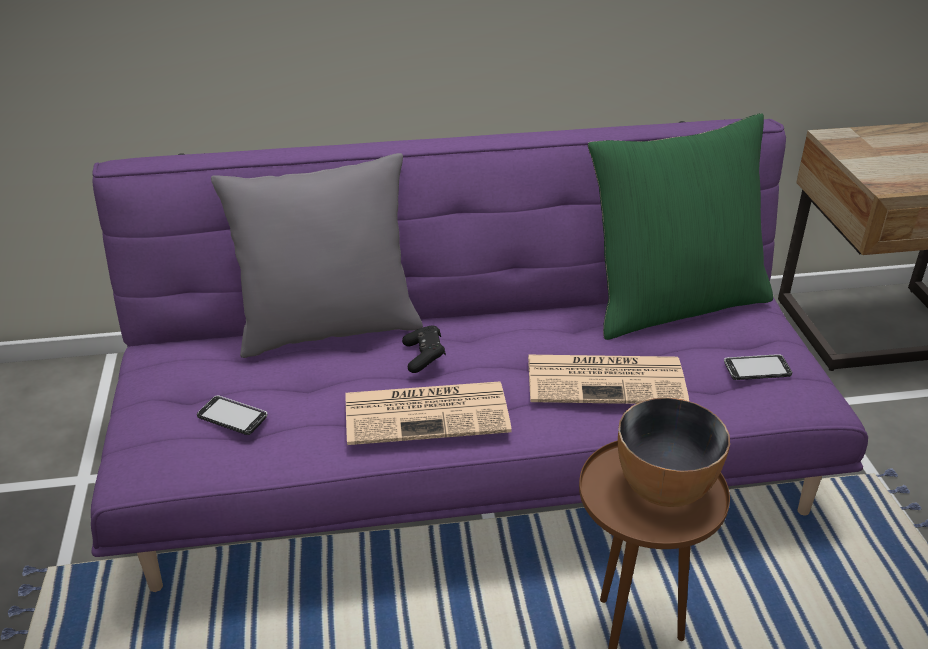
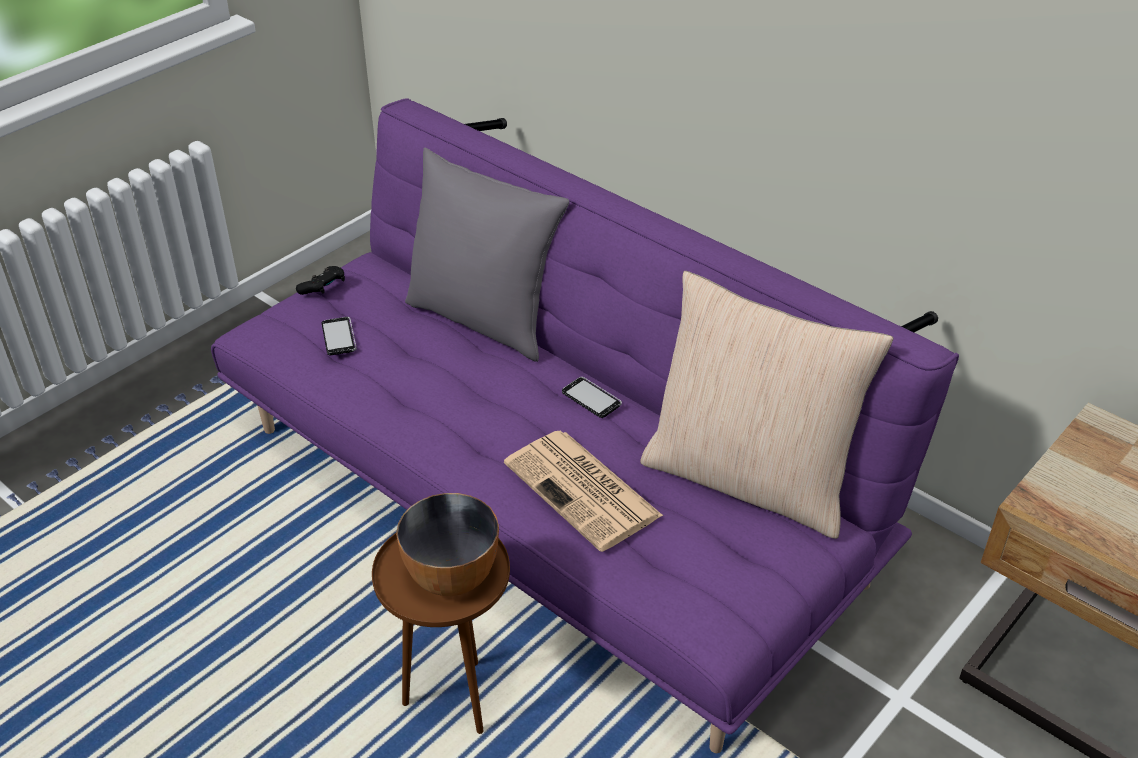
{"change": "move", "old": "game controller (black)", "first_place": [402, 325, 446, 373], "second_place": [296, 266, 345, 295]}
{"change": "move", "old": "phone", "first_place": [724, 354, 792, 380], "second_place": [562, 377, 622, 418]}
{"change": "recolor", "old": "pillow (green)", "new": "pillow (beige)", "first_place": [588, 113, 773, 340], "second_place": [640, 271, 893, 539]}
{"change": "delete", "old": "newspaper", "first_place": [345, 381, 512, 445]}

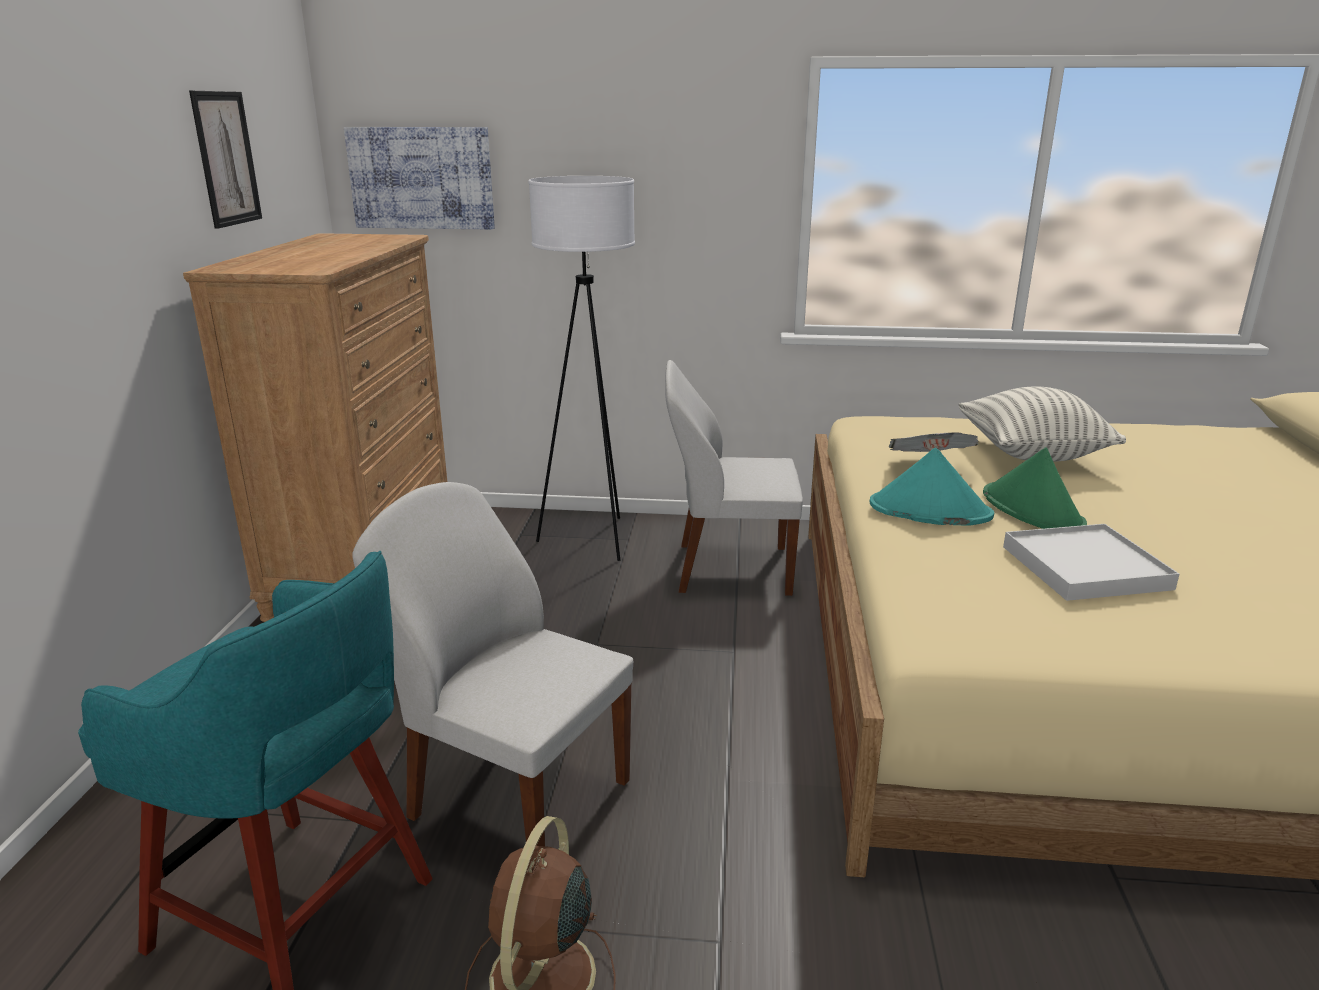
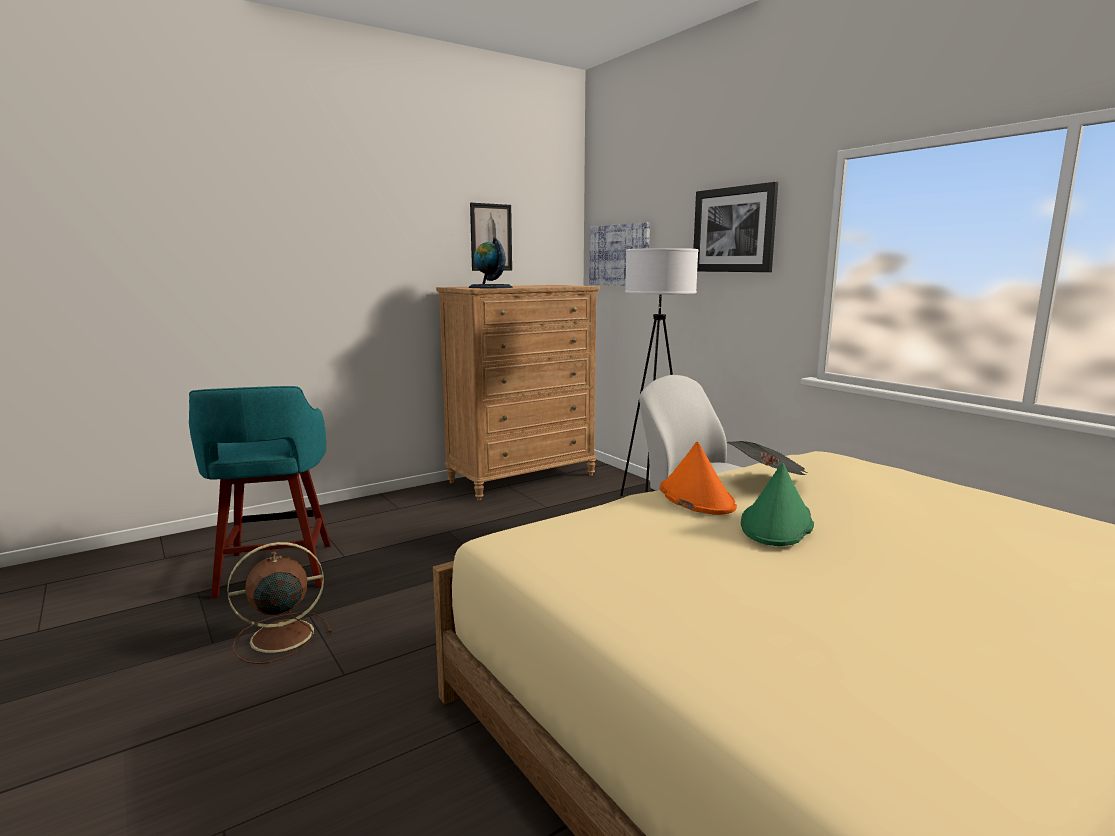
{"change": "insert", "new": "globe", "second_place": [469, 237, 512, 288]}
{"change": "recolor", "old": "hat (turquoise)", "new": "hat (orange)", "first_place": [870, 448, 994, 525], "second_place": [659, 442, 737, 515]}
{"change": "insert", "new": "picture", "second_place": [693, 182, 778, 272]}
{"change": "delete", "old": "chair (white)", "first_place": [352, 482, 633, 846]}
{"change": "delete", "old": "pillow", "first_place": [958, 387, 1126, 462]}
{"change": "delete", "old": "tray (white)", "first_place": [1003, 524, 1179, 601]}

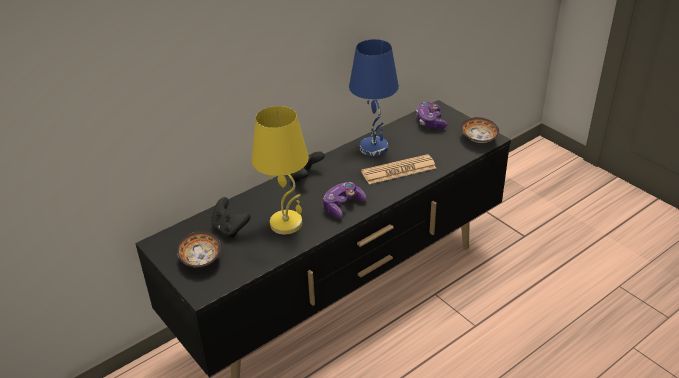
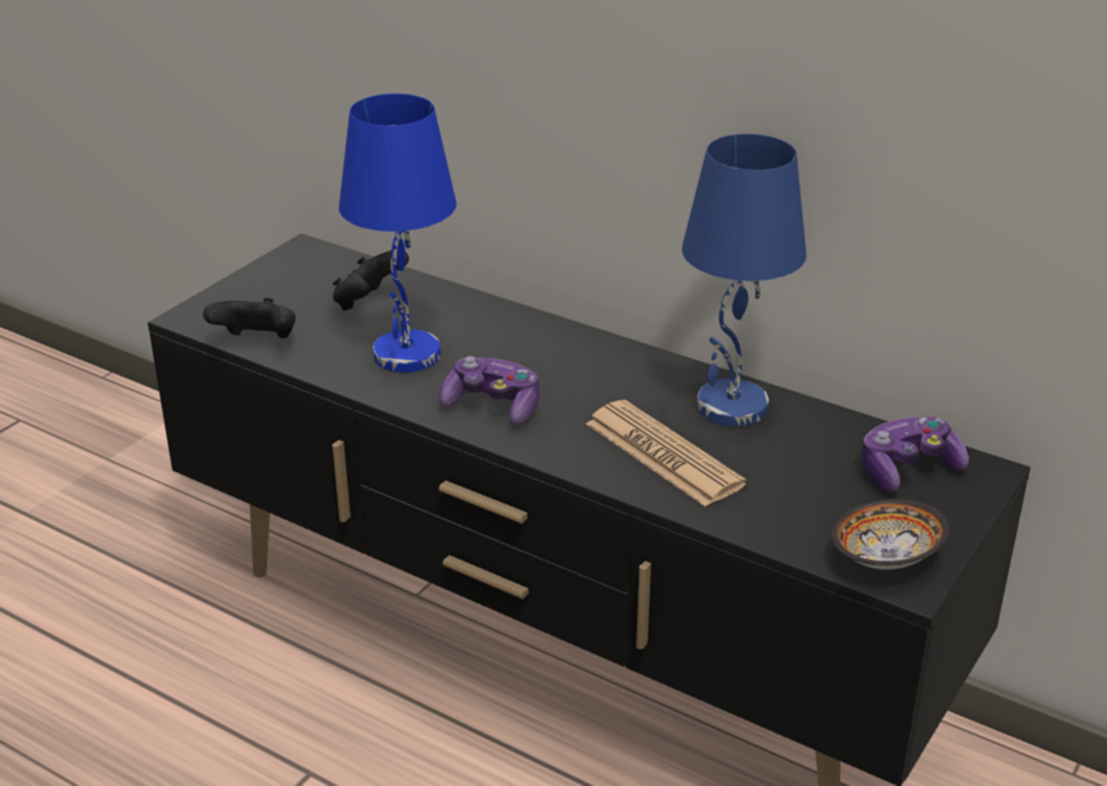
{"change": "move", "old": "game controller (black)", "first_place": [290, 151, 325, 182], "second_place": [203, 298, 296, 338]}
{"change": "recolor", "old": "table lamp (yellow)", "new": "table lamp (blue)", "first_place": [252, 106, 309, 234], "second_place": [339, 94, 457, 373]}
{"change": "delete", "old": "bowl", "first_place": [177, 231, 221, 268]}

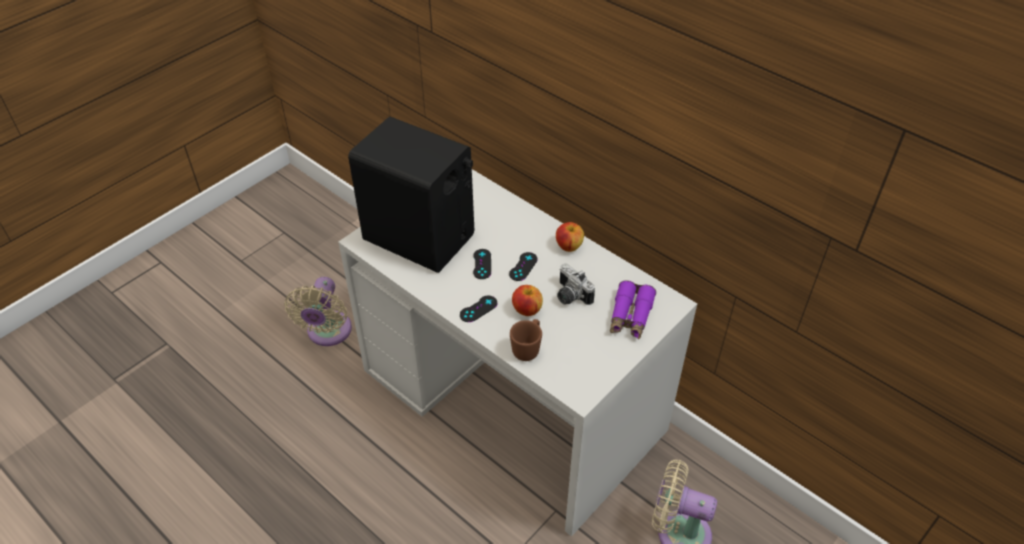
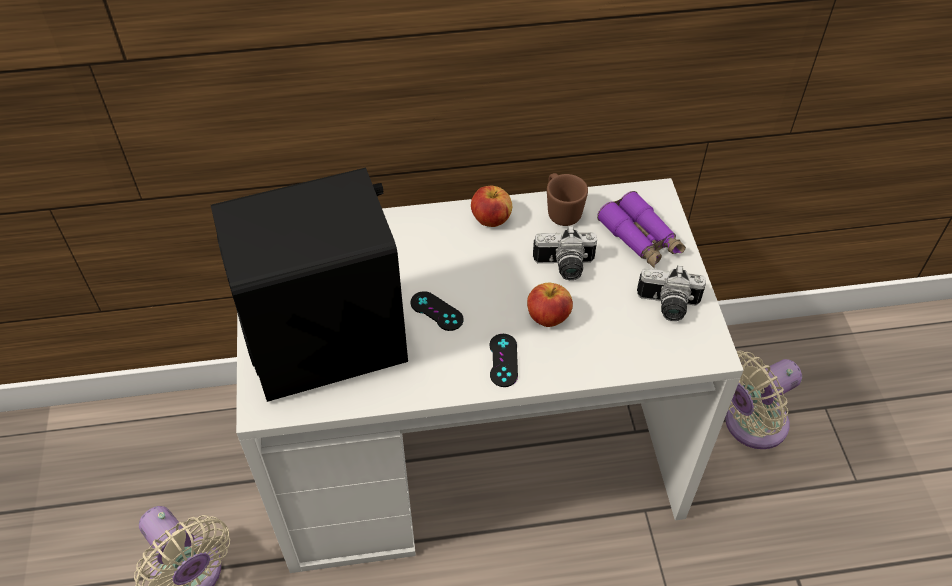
{"change": "move", "old": "mug (brown)", "first_place": [510, 319, 542, 361], "second_place": [547, 173, 588, 226]}
{"change": "insert", "new": "photo camera", "second_place": [637, 265, 706, 321]}
{"change": "delete", "old": "game controller (black)", "first_place": [509, 252, 538, 281]}

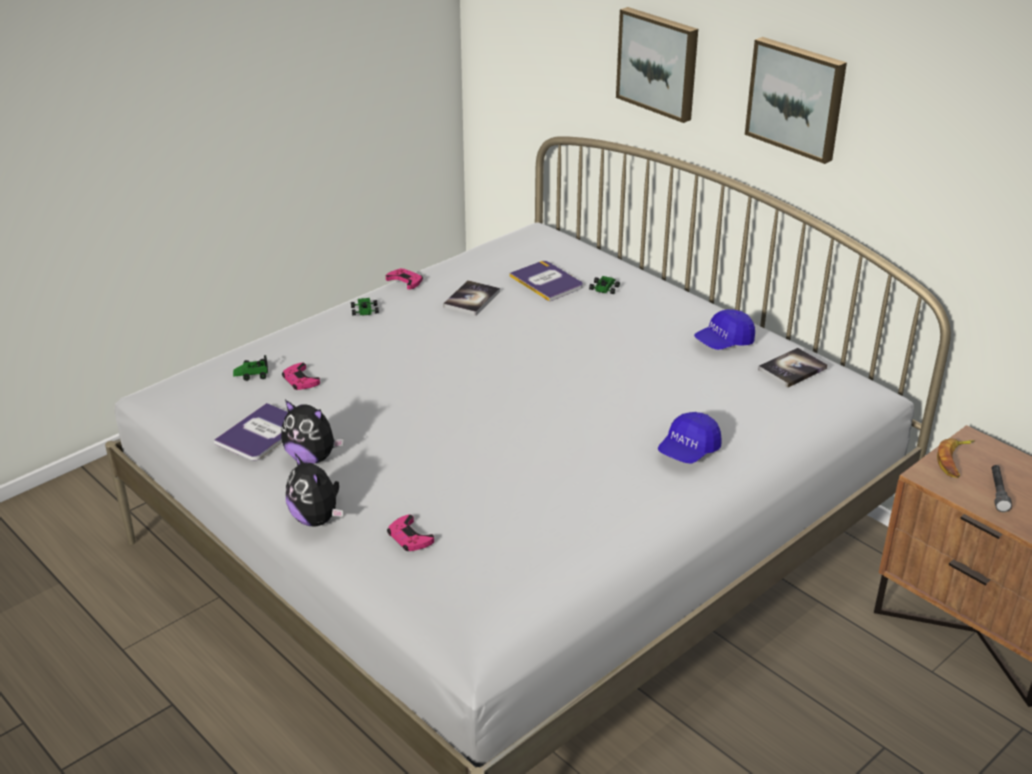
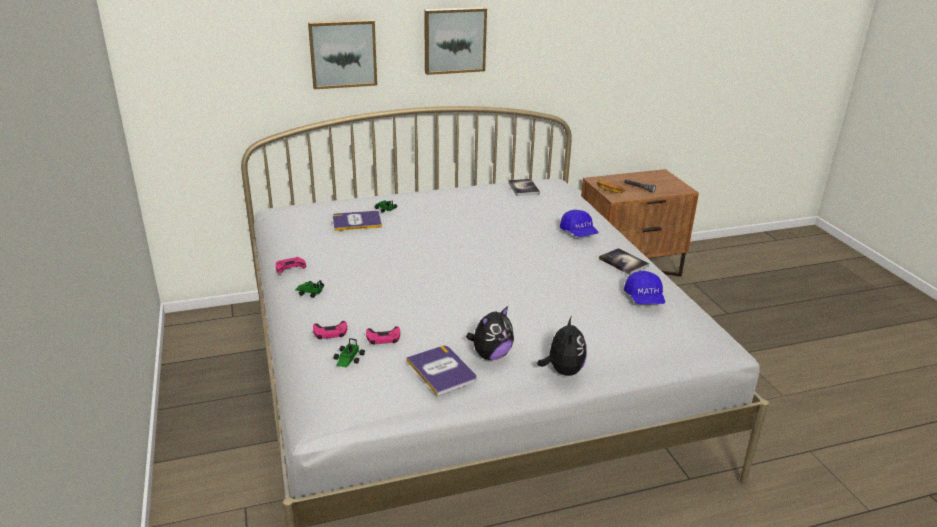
{"change": "move", "old": "game controller (pink)", "first_place": [387, 514, 434, 551], "second_place": [313, 321, 347, 339]}
{"change": "rotate", "old": "plush toy", "first_place": [286, 453, 343, 526], "second_place": [537, 316, 587, 376], "degrees": -75}
{"change": "move", "old": "book", "first_place": [443, 280, 500, 316], "second_place": [599, 248, 649, 275]}
{"change": "move", "old": "cap (blue)", "first_place": [694, 309, 755, 350], "second_place": [624, 271, 665, 304]}

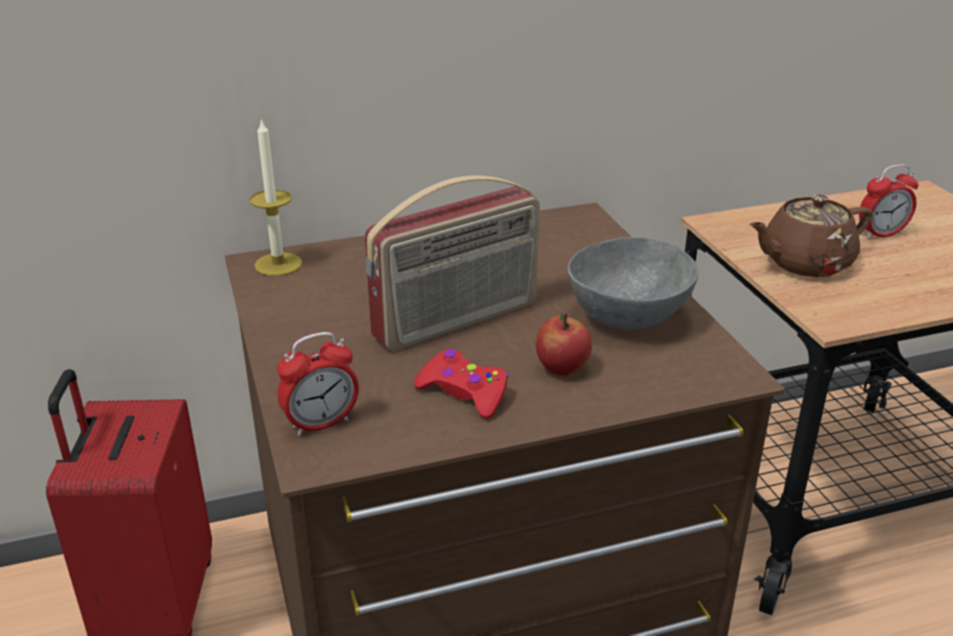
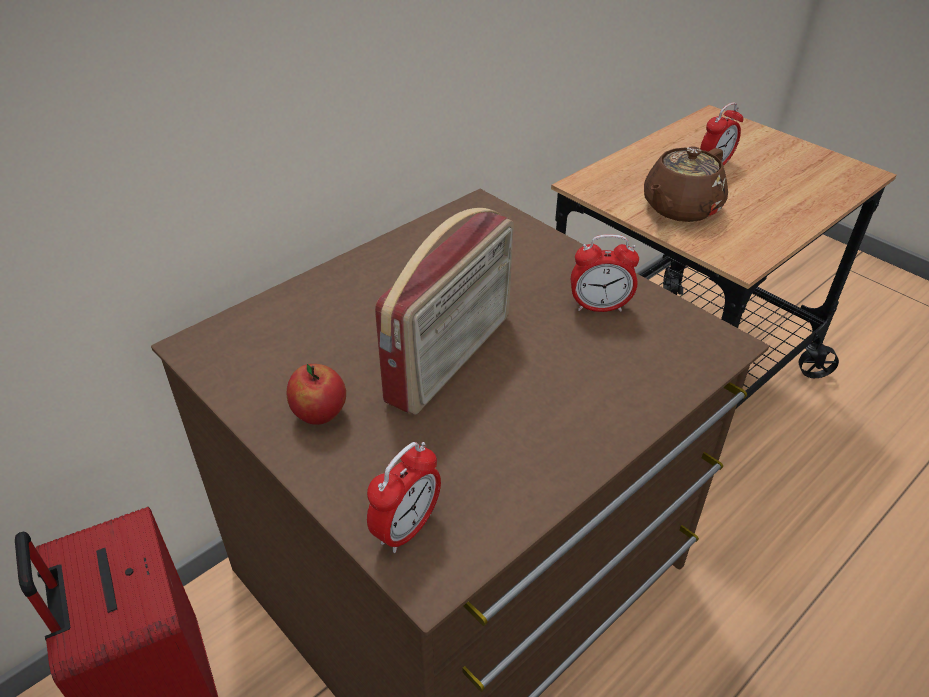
{"change": "move", "old": "apple", "first_place": [536, 313, 592, 376], "second_place": [287, 364, 346, 425]}
{"change": "replace", "old": "bowl (grey)", "new": "alarm clock", "first_place": [567, 237, 698, 330], "second_place": [571, 234, 639, 312]}
{"change": "delete", "old": "candle", "first_place": [249, 118, 302, 276]}
{"change": "delete", "old": "game controller (red)", "first_place": [414, 349, 509, 419]}

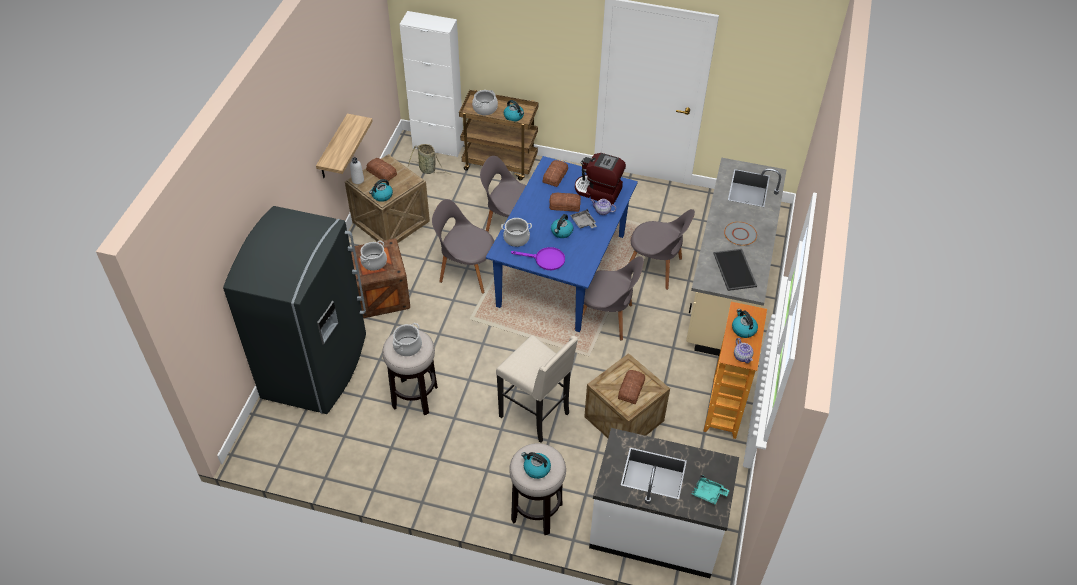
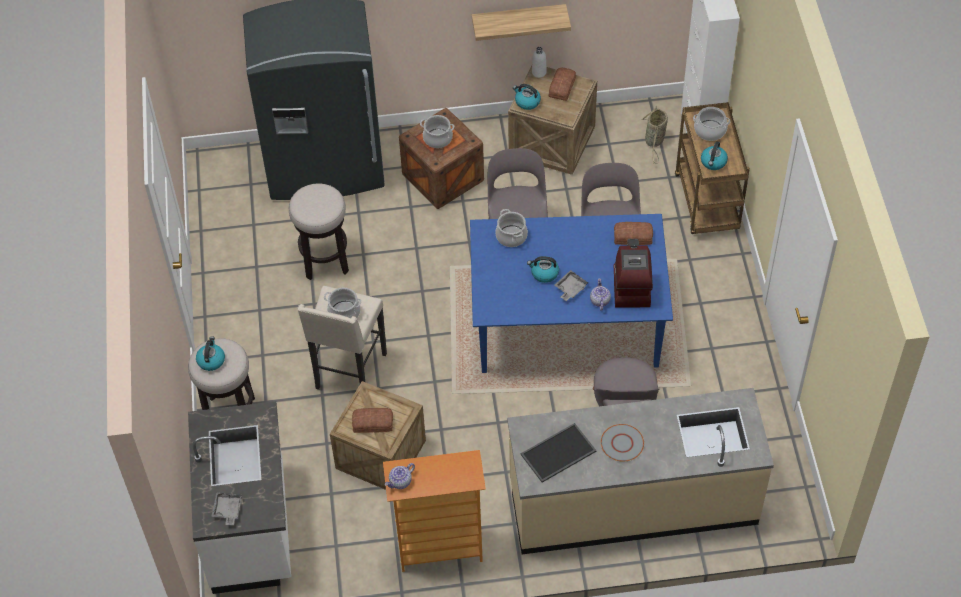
{"change": "recolor", "old": "tray (turquoise)", "new": "tray (grey)", "first_place": [692, 475, 730, 504], "second_place": [211, 492, 242, 525]}
{"change": "move", "old": "cooking pot", "first_place": [393, 323, 422, 356], "second_place": [324, 288, 361, 318]}
{"change": "delete", "old": "frying pan (purple)", "first_place": [511, 247, 565, 270]}
{"change": "delete", "old": "bread", "first_place": [549, 193, 581, 212]}
{"change": "delete", "old": "chair (grey)", "first_place": [582, 256, 644, 340]}
{"change": "delete", "old": "kettle", "first_place": [732, 309, 758, 338]}

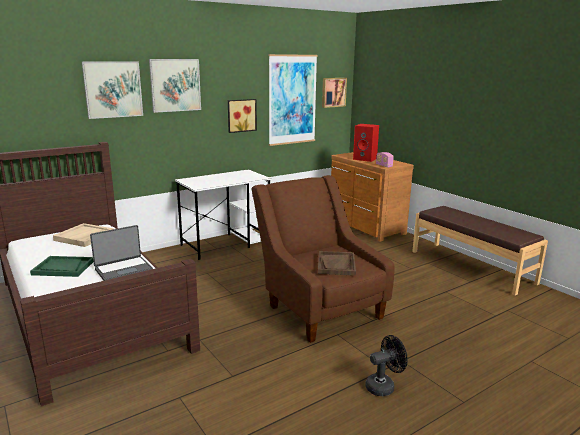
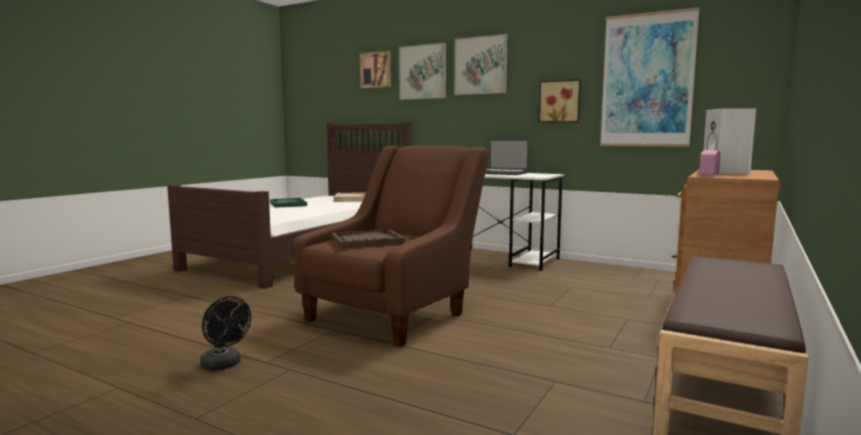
{"change": "move", "old": "picture", "first_place": [322, 78, 347, 108], "second_place": [360, 51, 391, 88]}
{"change": "move", "old": "laptop", "first_place": [90, 225, 153, 281], "second_place": [485, 140, 529, 175]}
{"change": "recolor", "old": "speaker (red)", "new": "speaker (white)", "first_place": [353, 124, 379, 162], "second_place": [704, 108, 756, 174]}

